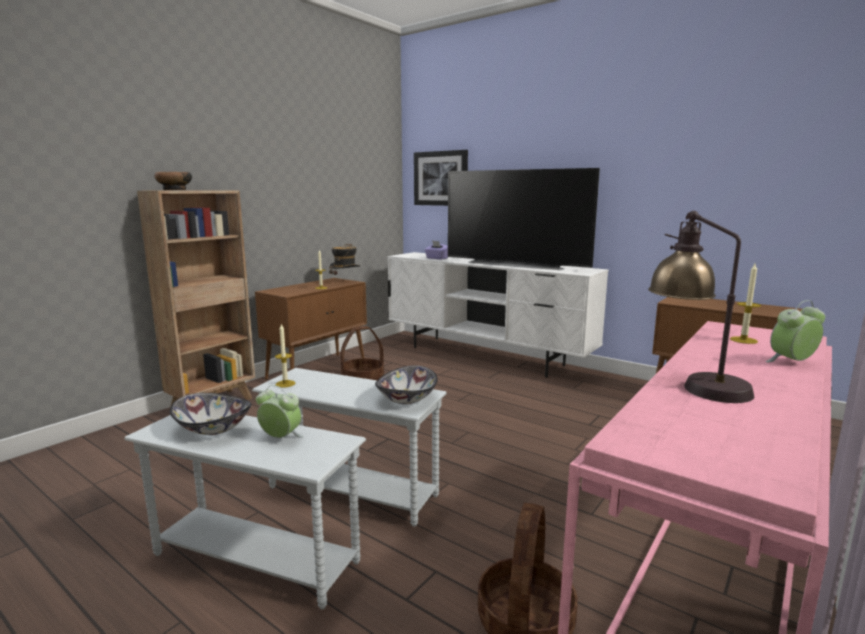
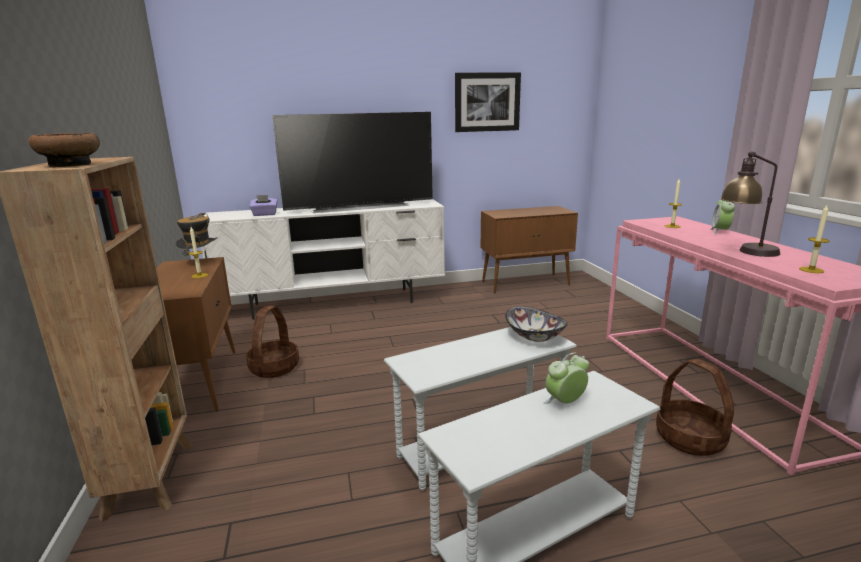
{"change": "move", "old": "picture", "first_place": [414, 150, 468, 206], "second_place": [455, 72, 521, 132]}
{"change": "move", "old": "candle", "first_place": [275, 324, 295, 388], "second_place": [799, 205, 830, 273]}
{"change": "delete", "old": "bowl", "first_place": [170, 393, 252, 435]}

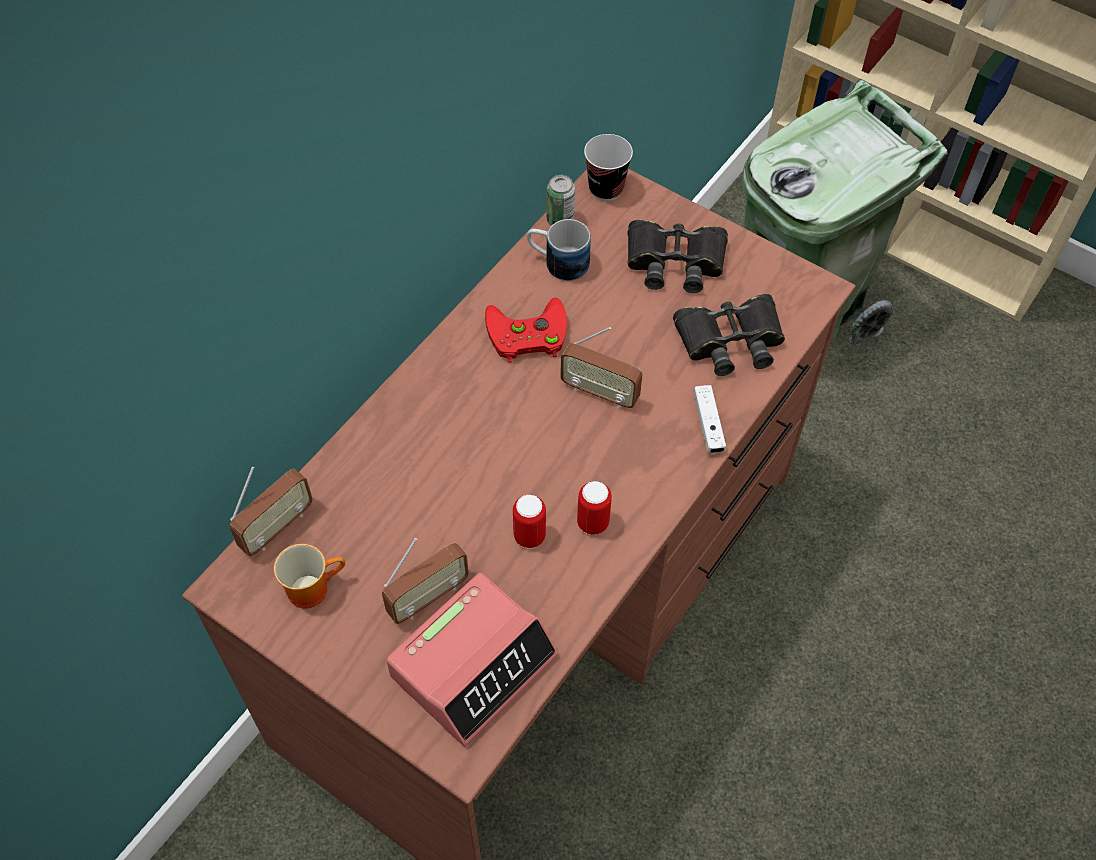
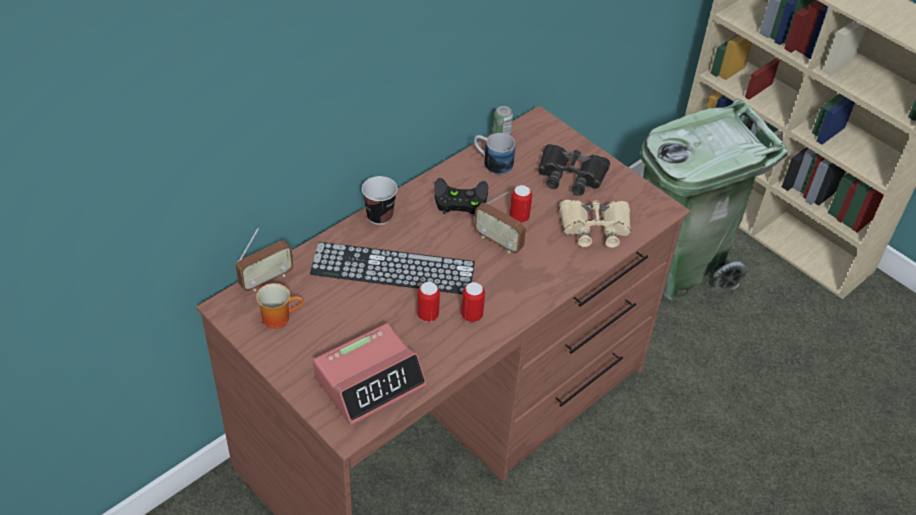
{"change": "insert", "new": "keyboard", "second_place": [310, 242, 475, 294]}
{"change": "move", "old": "cup", "first_place": [584, 134, 633, 201], "second_place": [362, 176, 398, 225]}
{"change": "recolor", "old": "game controller (red)", "new": "game controller (black)", "first_place": [485, 297, 567, 362], "second_place": [434, 178, 488, 216]}
{"change": "insert", "new": "can", "second_place": [510, 185, 532, 223]}
{"change": "recolor", "old": "binoculars (black)", "new": "binoculars (beige)", "first_place": [673, 294, 785, 376], "second_place": [559, 200, 631, 248]}
{"change": "delete", "old": "radio", "first_place": [382, 538, 469, 624]}
{"change": "delete", "old": "game controller (white)", "first_place": [694, 385, 726, 453]}

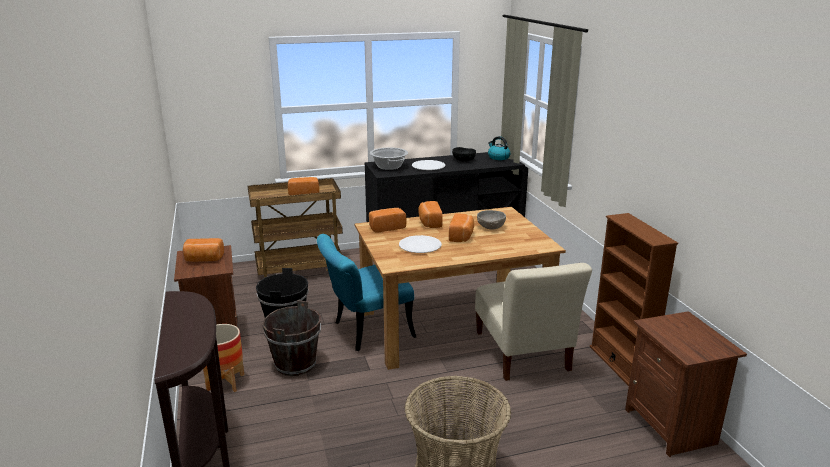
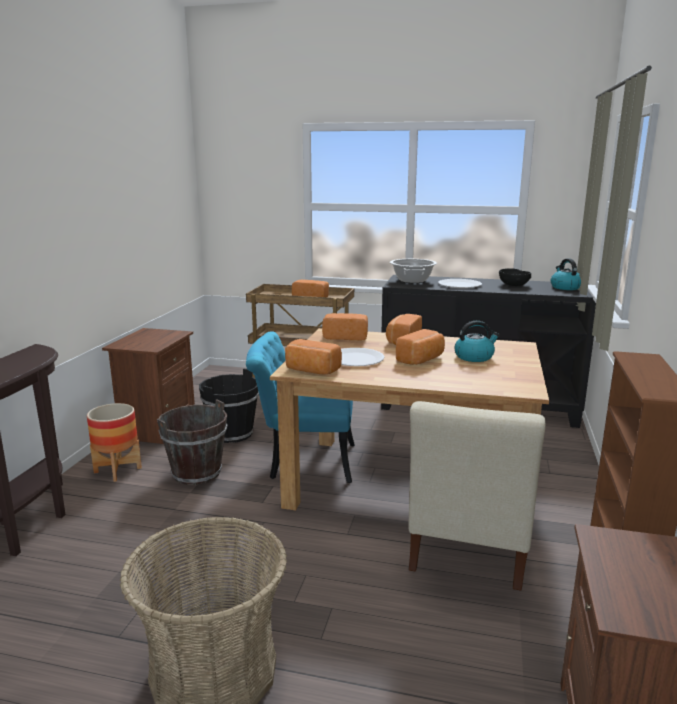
{"change": "move", "old": "bread", "first_place": [183, 238, 224, 262], "second_place": [285, 339, 342, 375]}
{"change": "replace", "old": "bowl (grey)", "new": "kettle", "first_place": [477, 210, 506, 229], "second_place": [455, 321, 500, 362]}

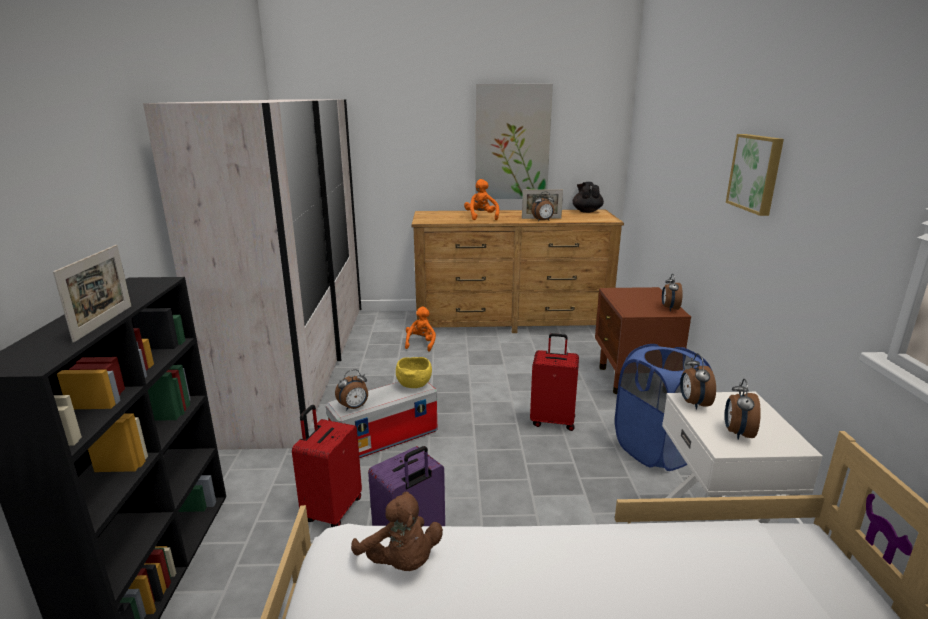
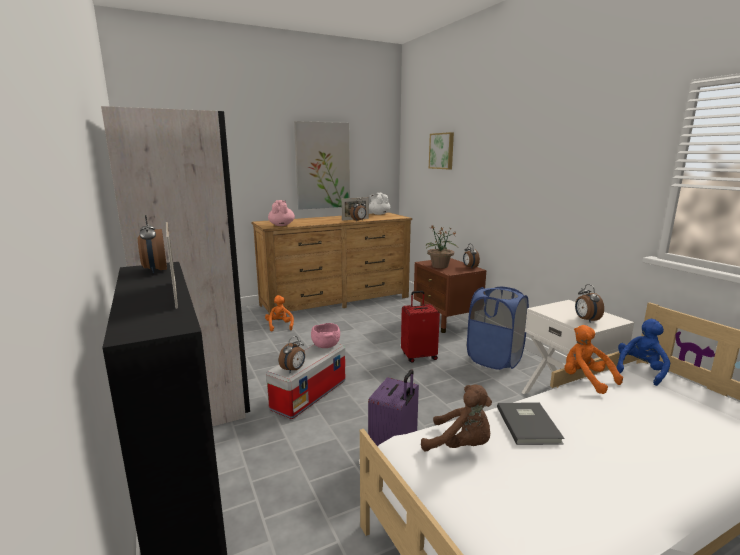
{"change": "move", "old": "alarm clock", "first_place": [680, 353, 716, 409], "second_place": [138, 215, 167, 273]}
{"change": "insert", "new": "teapot (pink)", "second_place": [268, 200, 295, 226]}
{"change": "recolor", "old": "bowl (yellow)", "new": "bowl (pink)", "first_place": [396, 357, 432, 388], "second_place": [311, 323, 340, 348]}
{"change": "recolor", "old": "teapot (black)", "new": "teapot (white)", "first_place": [572, 182, 604, 213], "second_place": [369, 193, 390, 215]}
{"change": "insert", "new": "potted plant", "second_place": [426, 226, 458, 268]}
{"change": "move", "old": "picture", "first_place": [726, 134, 784, 216], "second_place": [429, 132, 454, 169]}
{"change": "insert", "new": "book (grey)", "second_place": [497, 403, 565, 445]}
{"change": "move", "old": "plush toy (orange)", "first_place": [464, 179, 499, 220], "second_place": [564, 325, 623, 394]}
{"change": "insert", "new": "plush toy (blue)", "second_place": [616, 319, 670, 386]}
{"change": "delete", "old": "suitcase (red)", "first_place": [292, 405, 362, 527]}

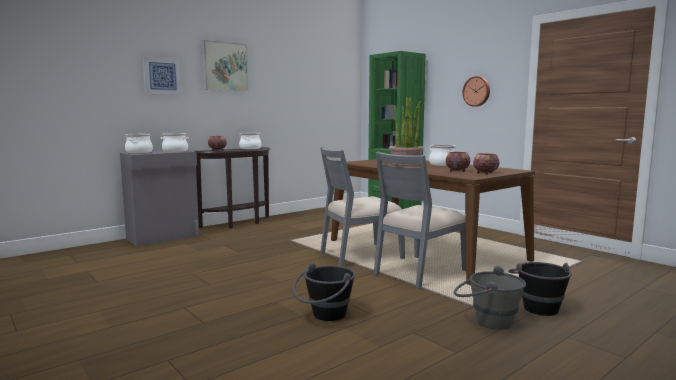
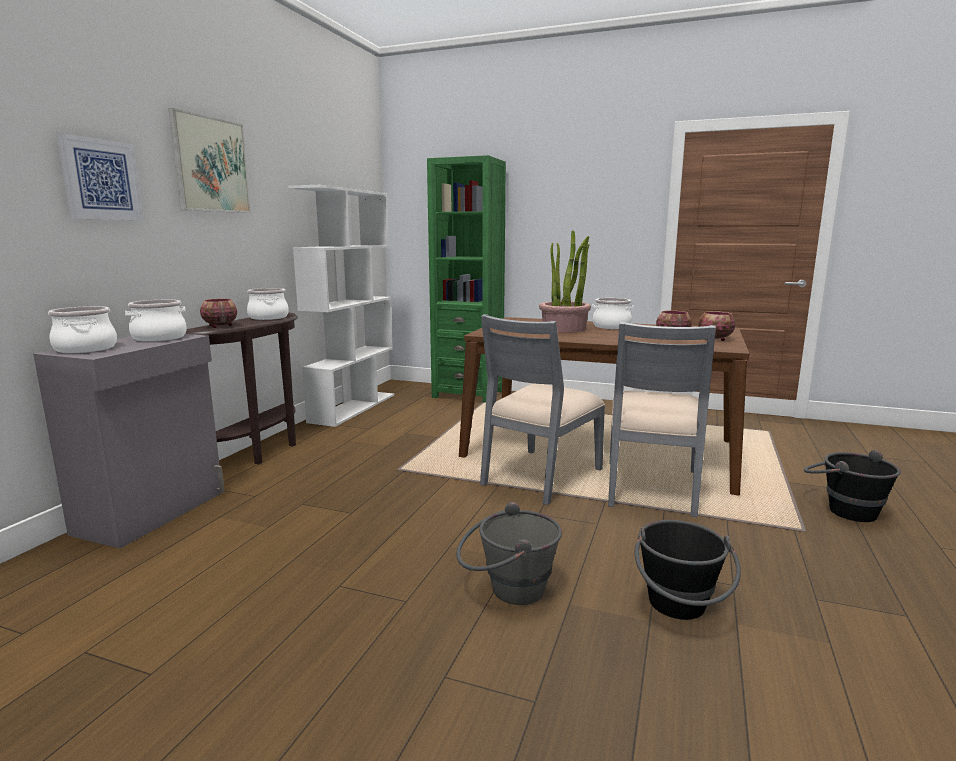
{"change": "insert", "new": "bookcase (white)", "second_place": [288, 185, 394, 427]}
{"change": "move", "old": "bucket (grey)", "first_place": [454, 266, 526, 330], "second_place": [456, 502, 562, 605]}
{"change": "delete", "old": "wall clock", "first_place": [462, 76, 490, 107]}

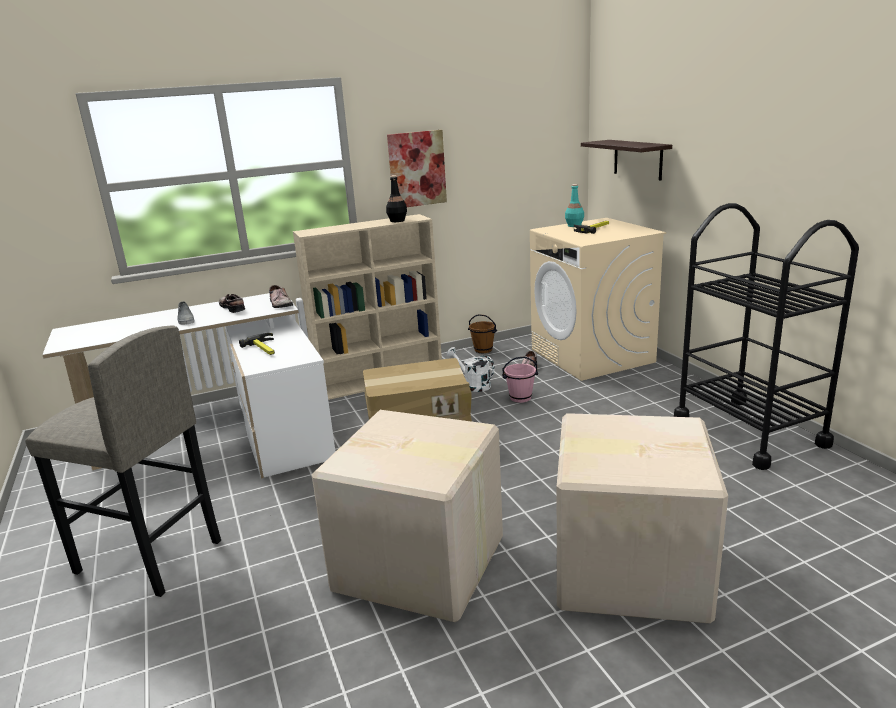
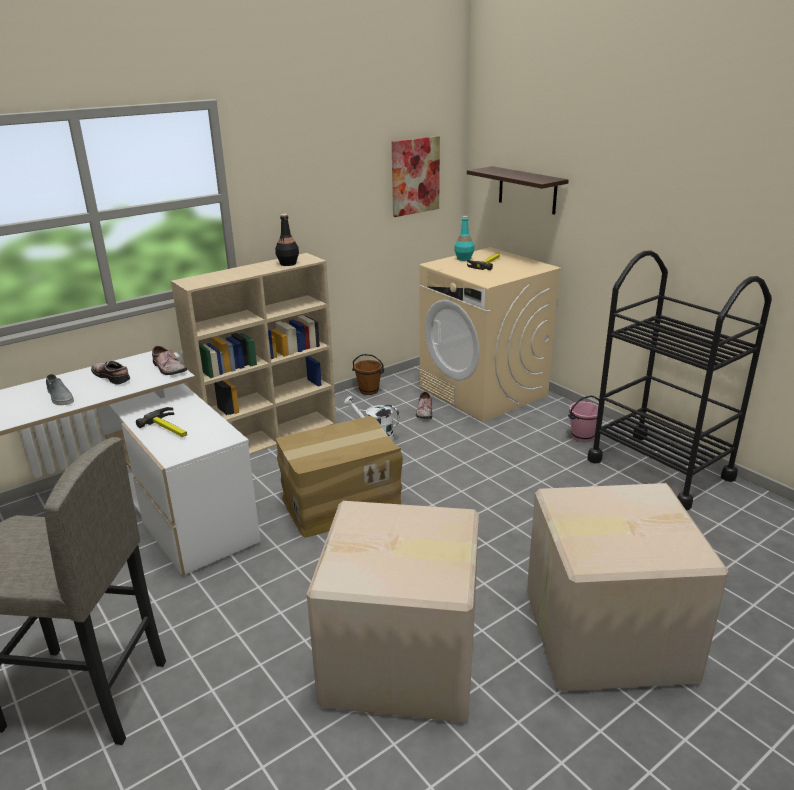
{"change": "move", "old": "picture", "first_place": [387, 130, 447, 207], "second_place": [392, 136, 440, 217]}
{"change": "move", "old": "bucket (pink)", "first_place": [502, 357, 538, 403], "second_place": [568, 396, 599, 442]}

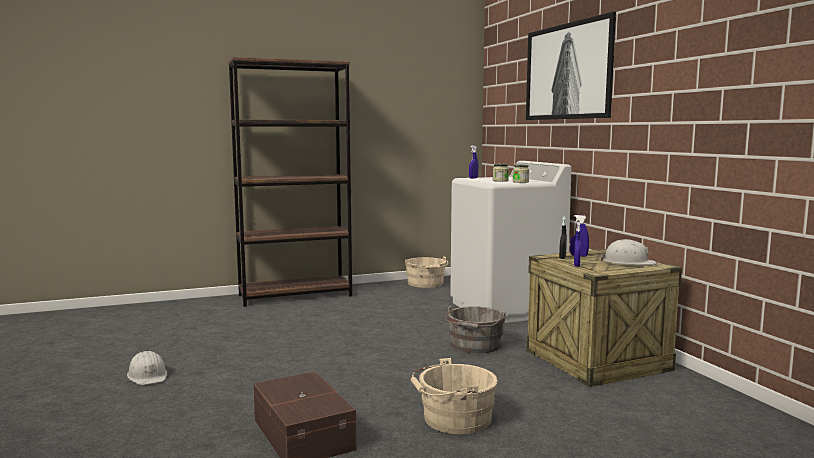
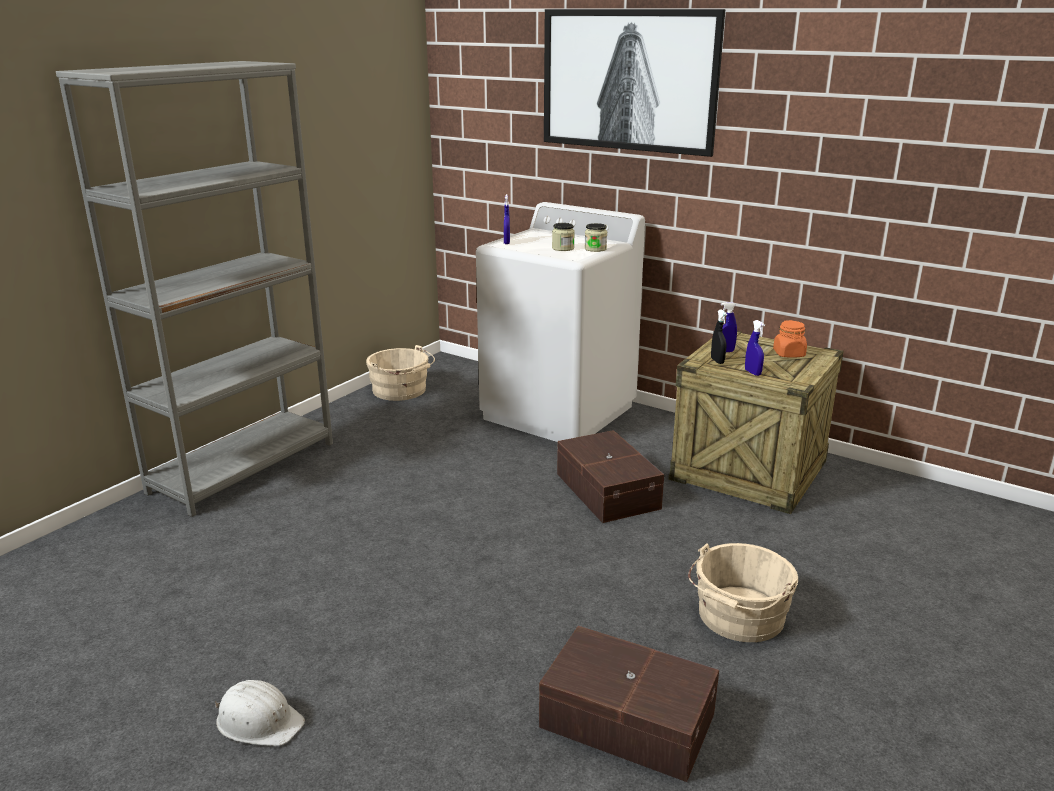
{"change": "recolor", "old": "bookcase (brown)", "new": "bookcase (grey)", "first_place": [228, 57, 352, 307], "second_place": [56, 61, 333, 517]}
{"change": "replace", "old": "bucket (grey)", "new": "storage box (brown)", "first_place": [445, 306, 506, 354], "second_place": [557, 430, 664, 523]}
{"change": "replace", "old": "hard hat (white)", "new": "jar (orange)", "first_place": [600, 239, 657, 265], "second_place": [773, 320, 807, 358]}

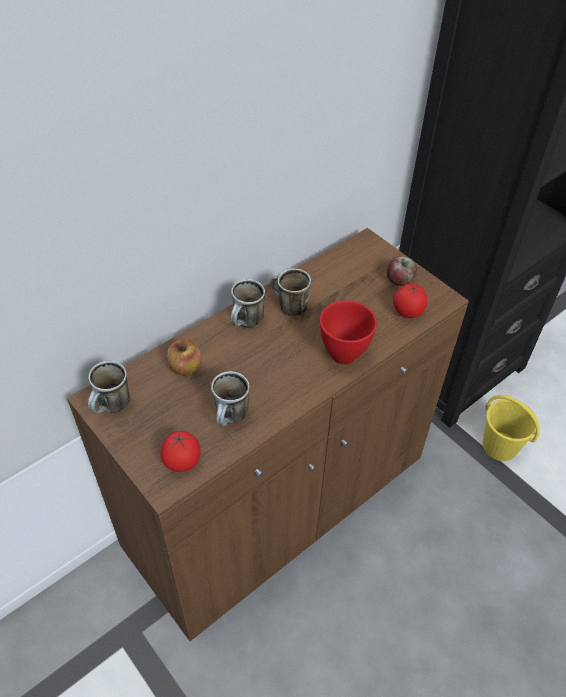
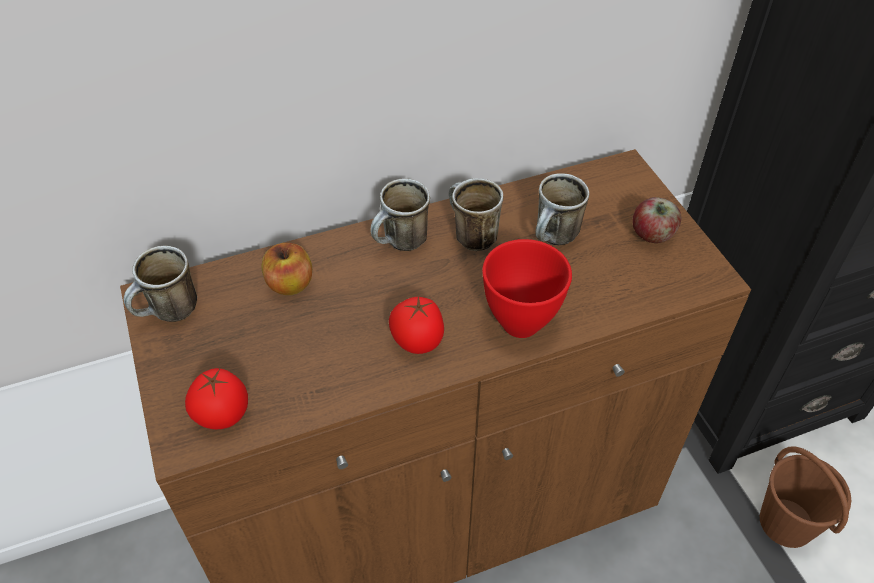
{"change": "move", "old": "tomato", "first_place": [393, 283, 427, 318], "second_place": [389, 295, 444, 354]}
{"change": "move", "old": "mug", "first_place": [211, 371, 250, 427], "second_place": [535, 173, 589, 245]}
{"change": "recolor", "old": "bucket (yellow)", "new": "bucket (brown)", "first_place": [483, 395, 540, 461], "second_place": [760, 446, 851, 548]}

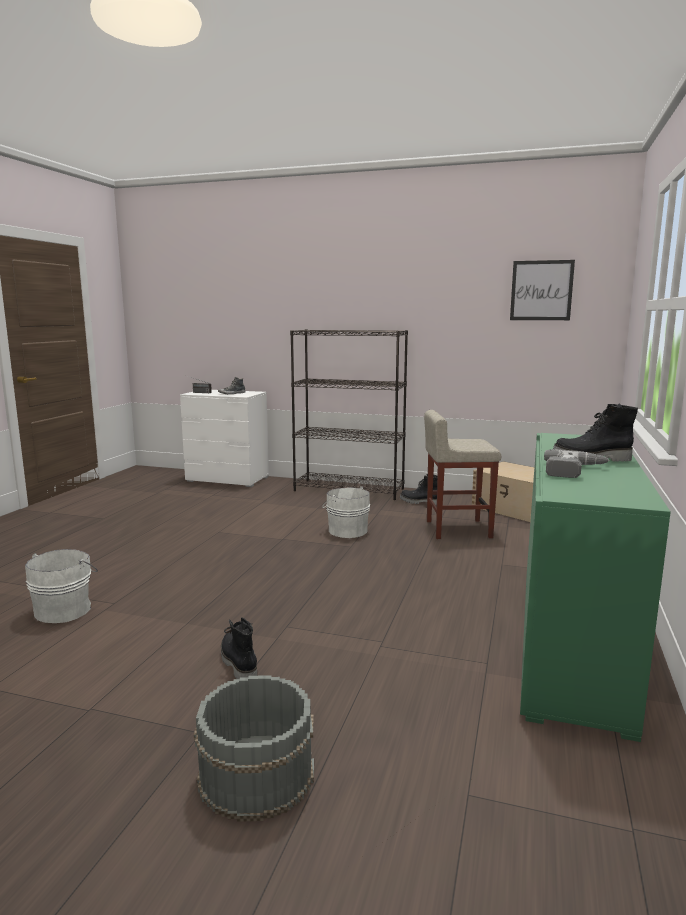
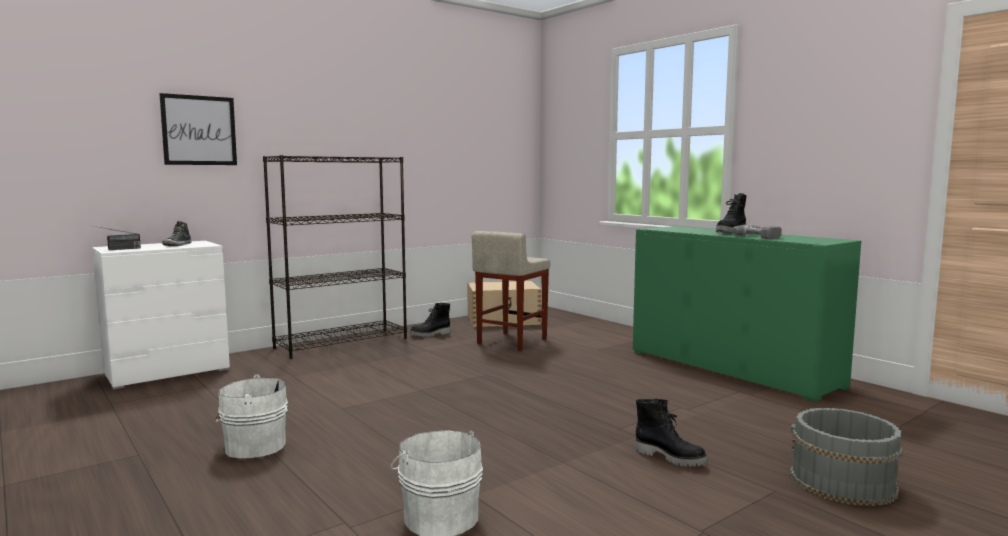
{"change": "move", "old": "picture", "first_place": [510, 260, 575, 320], "second_place": [159, 93, 237, 165]}
{"change": "move", "old": "bucket (white)", "first_place": [322, 486, 370, 538], "second_place": [216, 374, 288, 458]}
{"change": "rotate", "old": "boot (black)", "first_place": [221, 617, 257, 679], "second_place": [635, 398, 708, 467], "degrees": -150}

